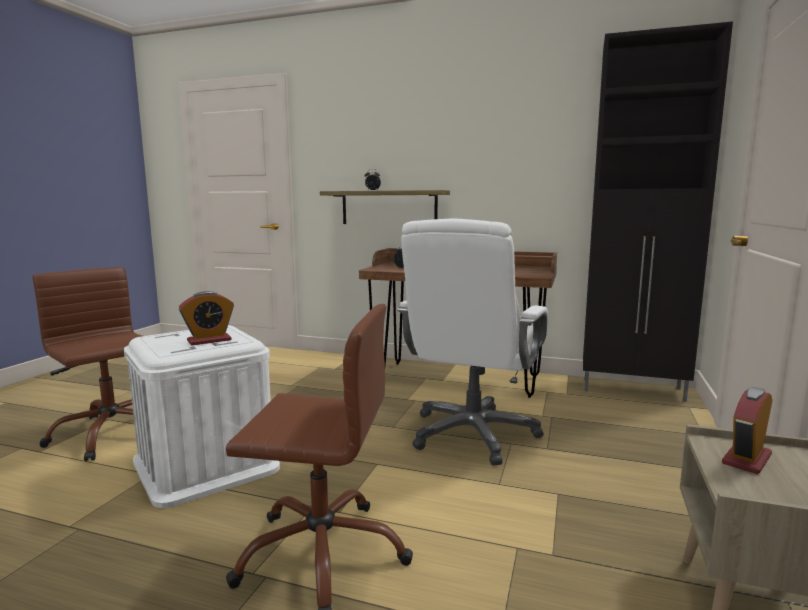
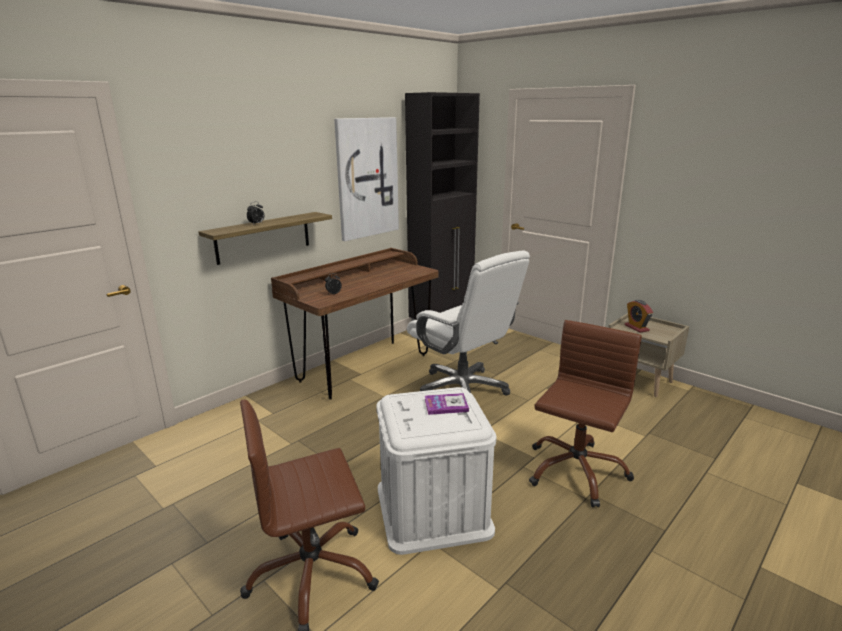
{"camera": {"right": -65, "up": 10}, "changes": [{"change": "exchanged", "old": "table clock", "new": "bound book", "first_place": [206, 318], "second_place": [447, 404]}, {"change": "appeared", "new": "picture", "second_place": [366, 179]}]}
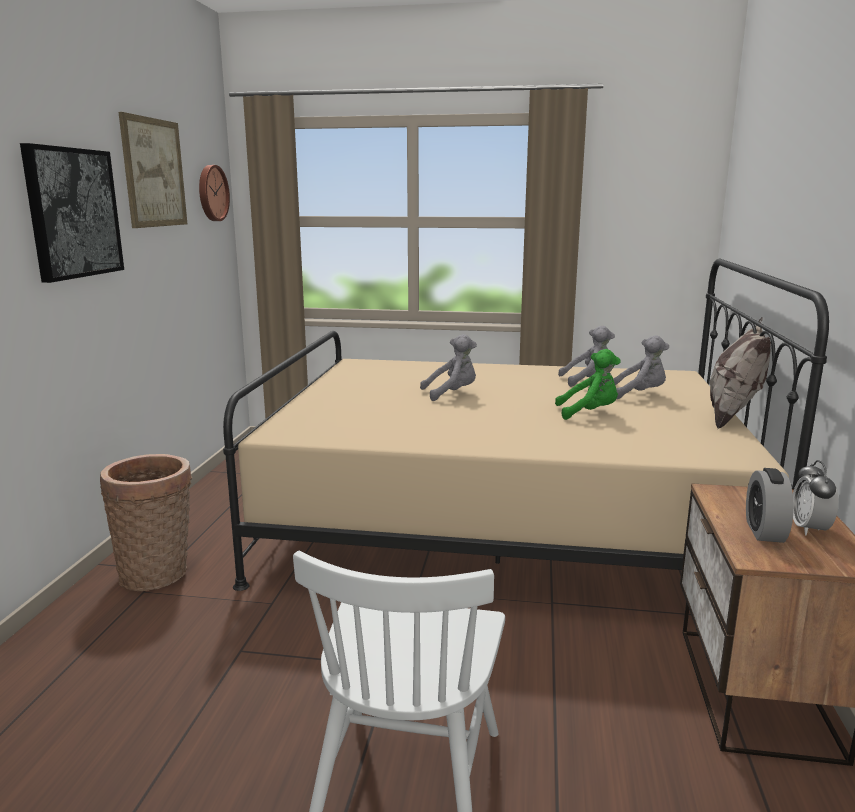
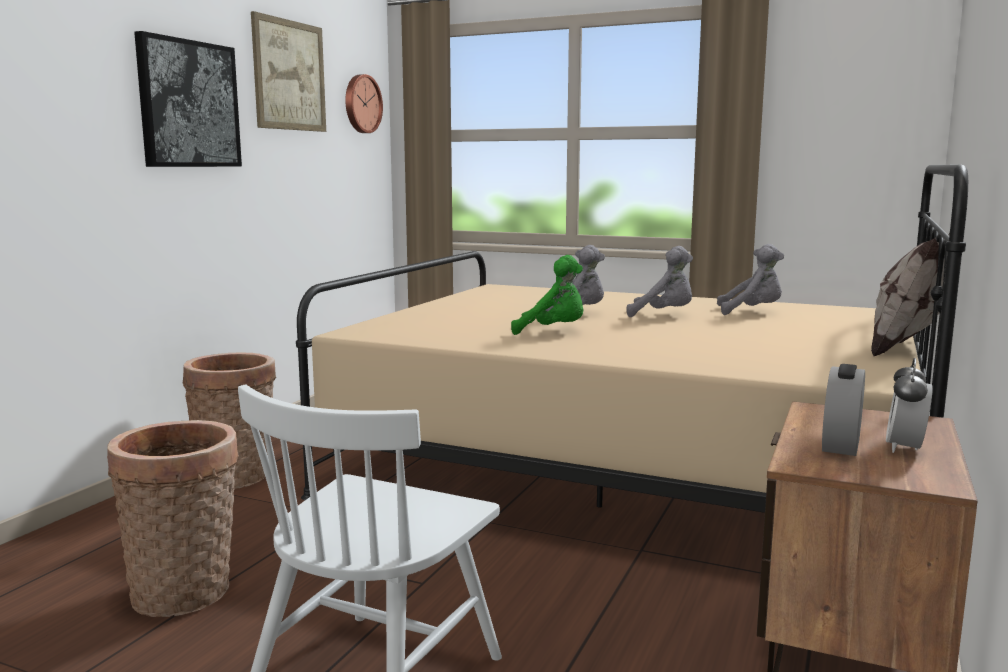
{"camera": {"right": 15, "up": -5}, "changes": [{"change": "relocated", "old": "grey cuddly toy", "first_place": [641, 367], "second_place": [660, 281]}, {"change": "relocated", "old": "green-coloured cuddly toy", "first_place": [588, 384], "second_place": [547, 295]}, {"change": "appeared", "new": "household basket", "second_place": [173, 518]}]}
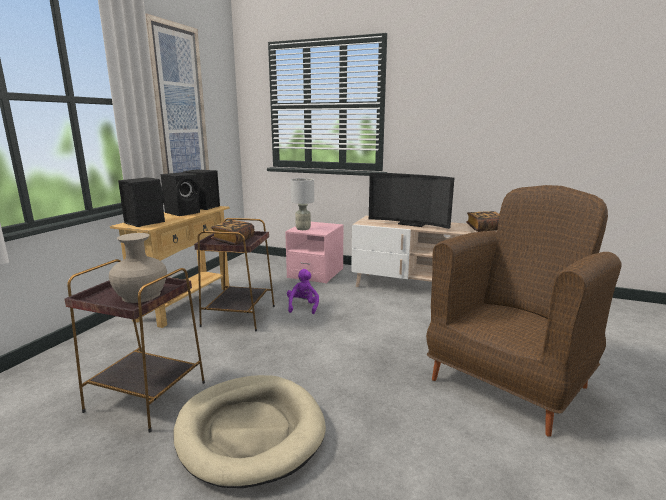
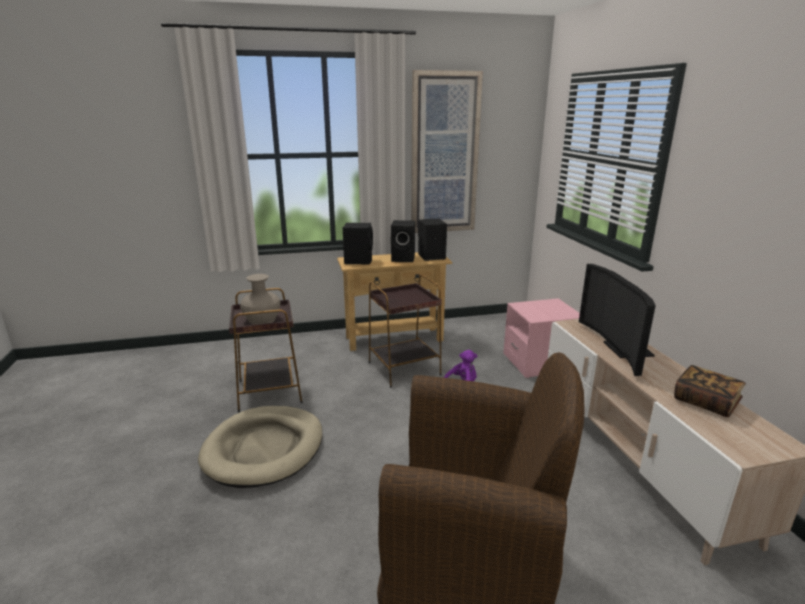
{"camera": {"right": 55, "up": 5}, "changes": [{"change": "missing", "old": "grey lamp for a table", "first_place": [302, 204]}, {"change": "missing", "old": "bound book", "first_place": [232, 232]}]}
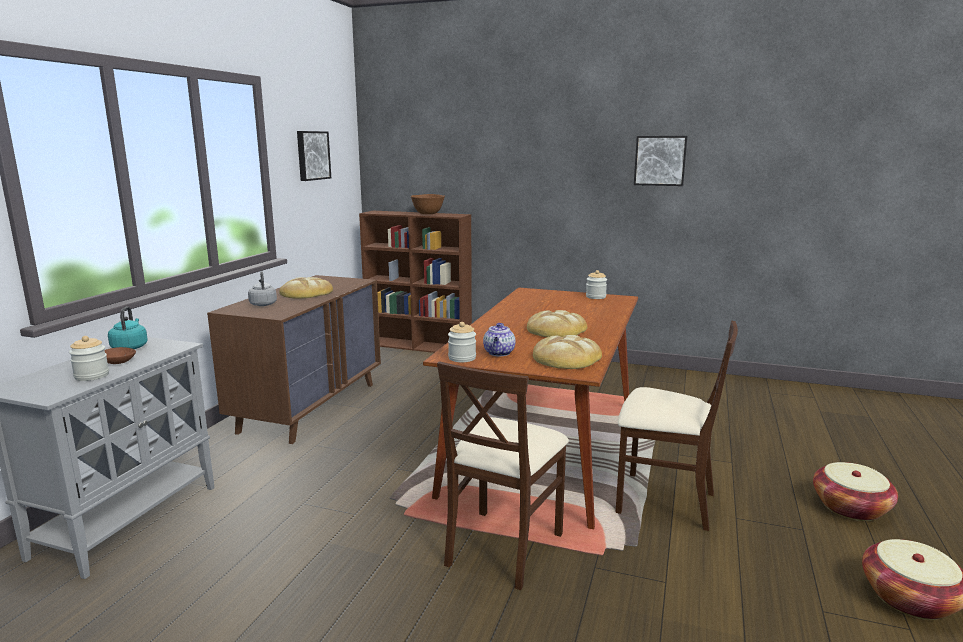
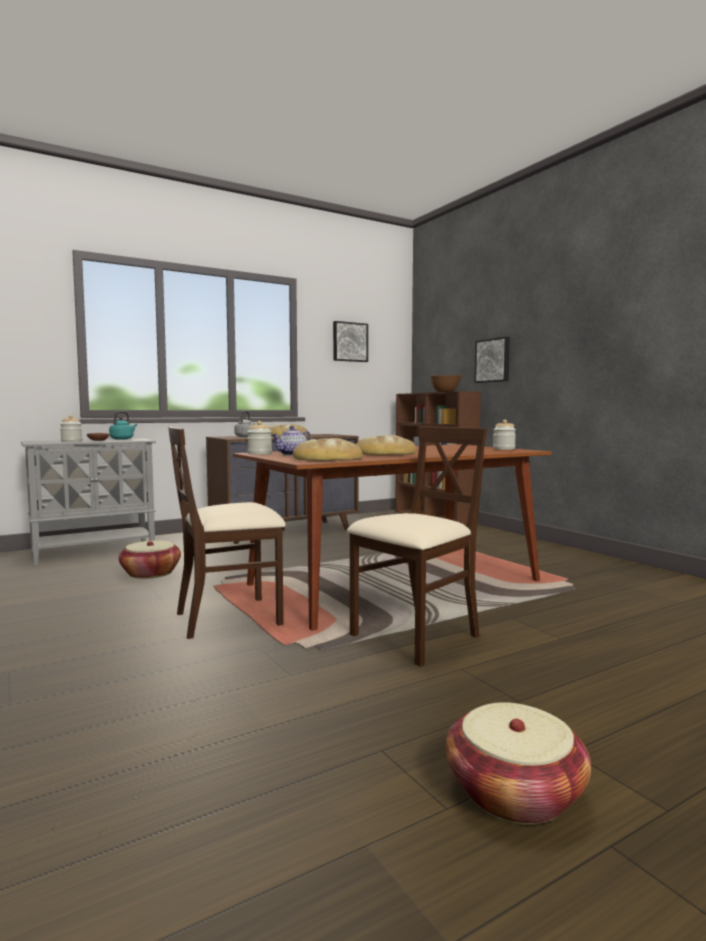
{"camera": {"right": 40, "up": -10}, "changes": [{"change": "relocated", "old": "picture", "first_place": [660, 161], "second_place": [492, 360]}, {"change": "spun", "old": "sand-coloured upright chair", "first_place": [676, 426], "second_place": [417, 546], "degrees": -105}, {"change": "relocated", "old": "household basket", "first_place": [855, 491], "second_place": [150, 559]}]}
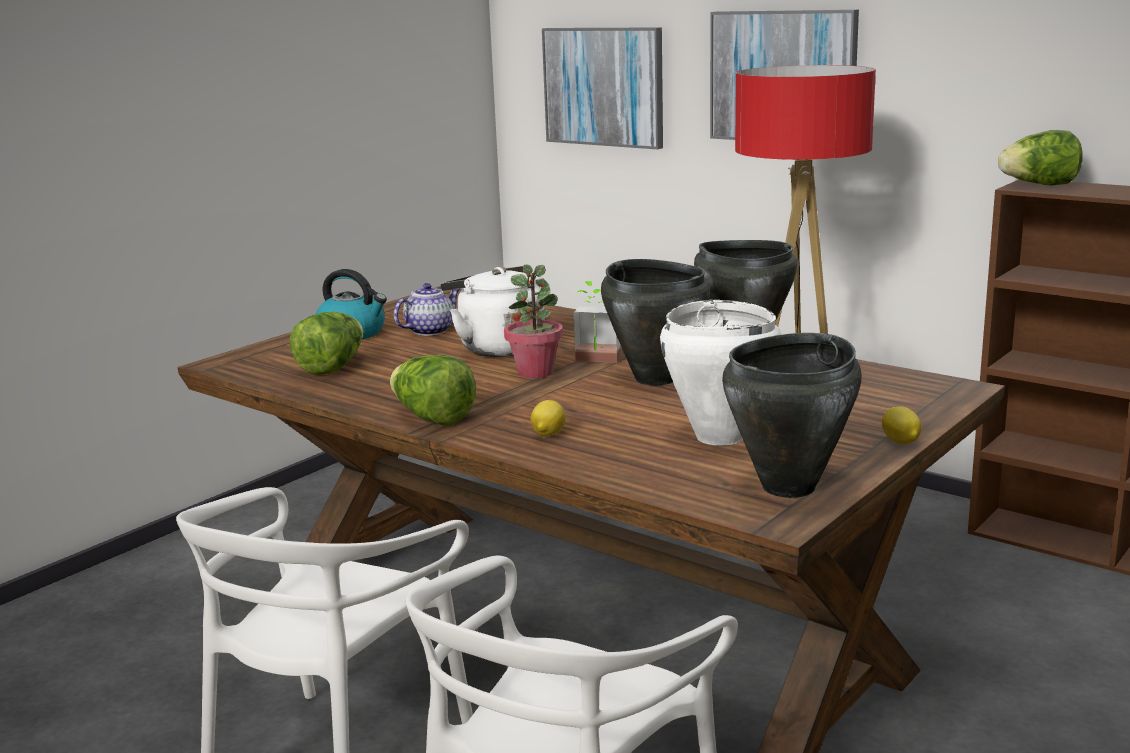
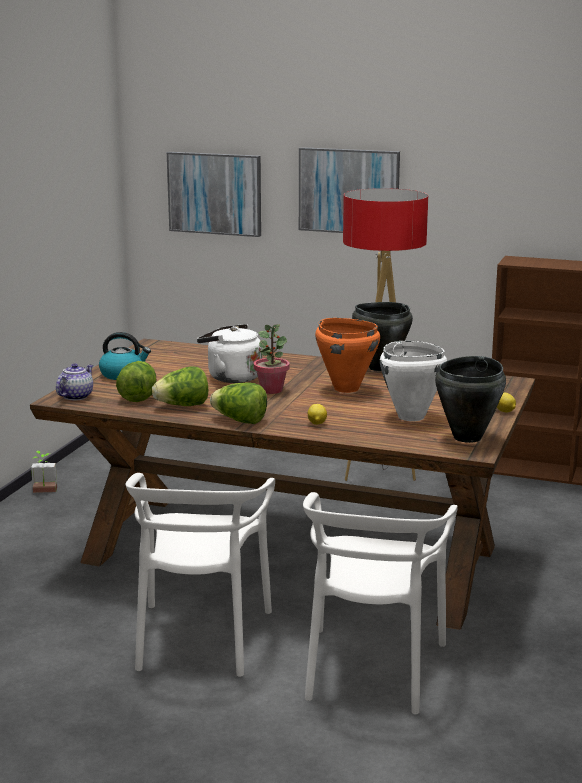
{"camera": {"right": -20, "up": 0}, "changes": [{"change": "relocated", "old": "lettuce", "first_place": [1040, 157], "second_place": [180, 386]}, {"change": "colour", "old": "black saucepot", "new": "orangey saucepot", "first_place": [655, 322], "second_place": [347, 355]}, {"change": "relocated", "old": "plant in a pot", "first_place": [598, 322], "second_place": [44, 472]}, {"change": "relocated", "old": "tea pot", "first_place": [427, 309], "second_place": [74, 381]}]}
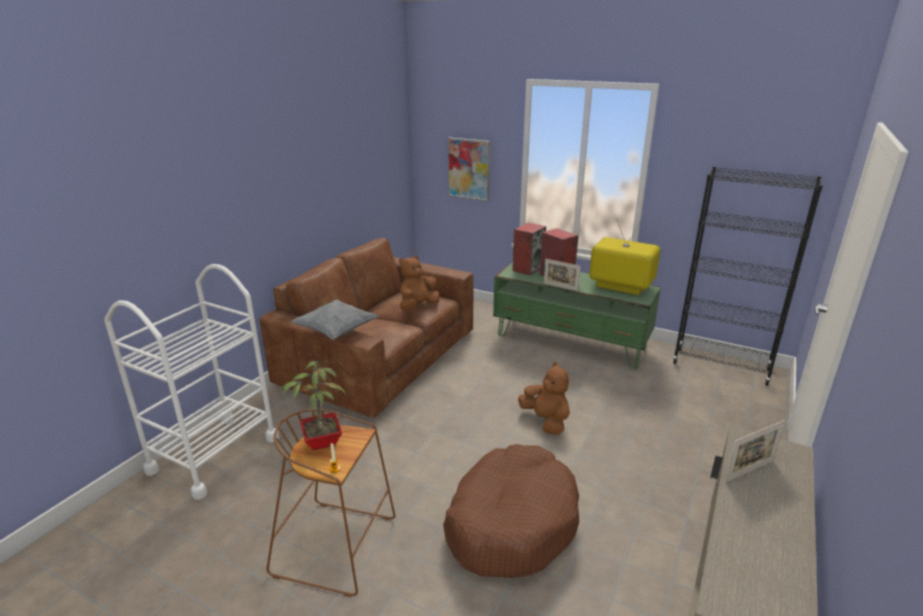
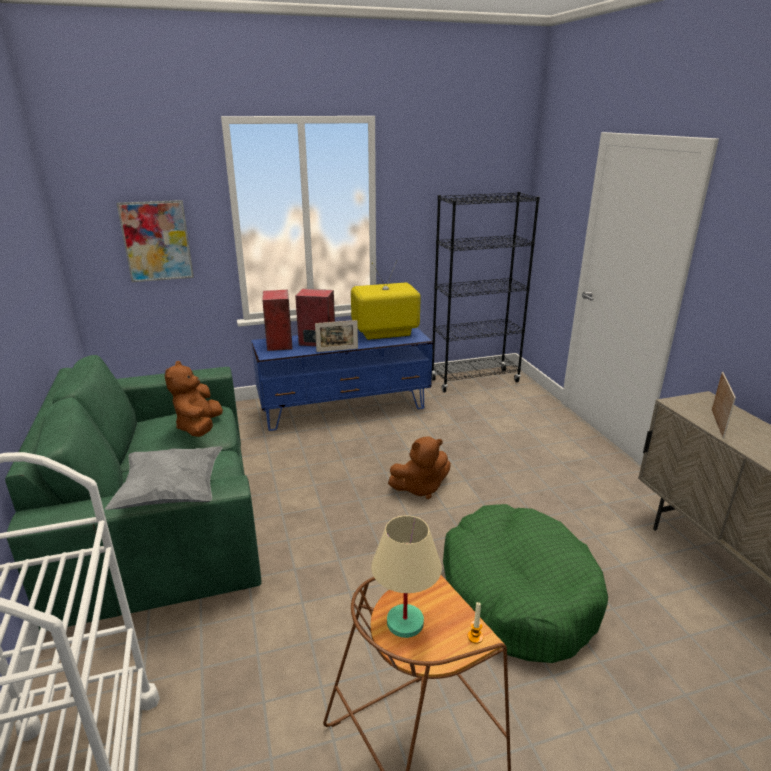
{"camera": {"right": -45, "up": 0}, "changes": [{"change": "colour", "old": "brownish settee", "new": "green-coloured settee", "first_place": [366, 328], "second_place": [133, 493]}, {"change": "colour", "old": "green-coloured tv unit", "new": "blue-coloured tv unit", "first_place": [577, 315], "second_place": [342, 379]}, {"change": "exchanged", "old": "plant in a pot", "new": "sand-coloured lamp for a table", "first_place": [314, 401], "second_place": [406, 576]}, {"change": "spun", "old": "brownish cuddly toy", "first_place": [544, 398], "second_place": [419, 467], "degrees": 150}, {"change": "colour", "old": "brownish pet bed", "new": "green-coloured pet bed", "first_place": [511, 511], "second_place": [525, 583]}]}
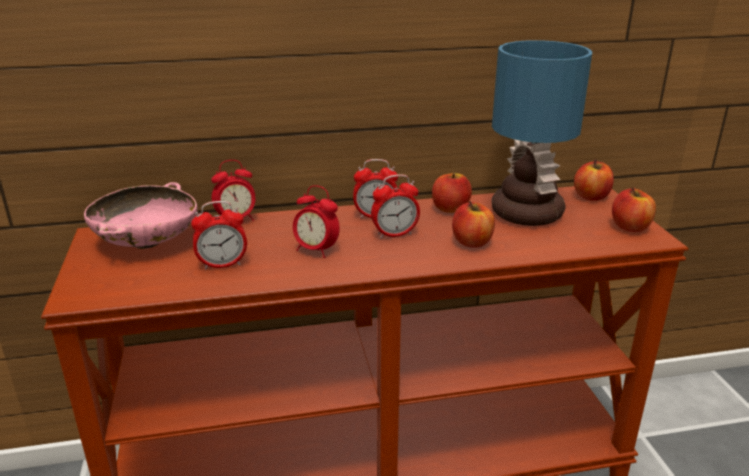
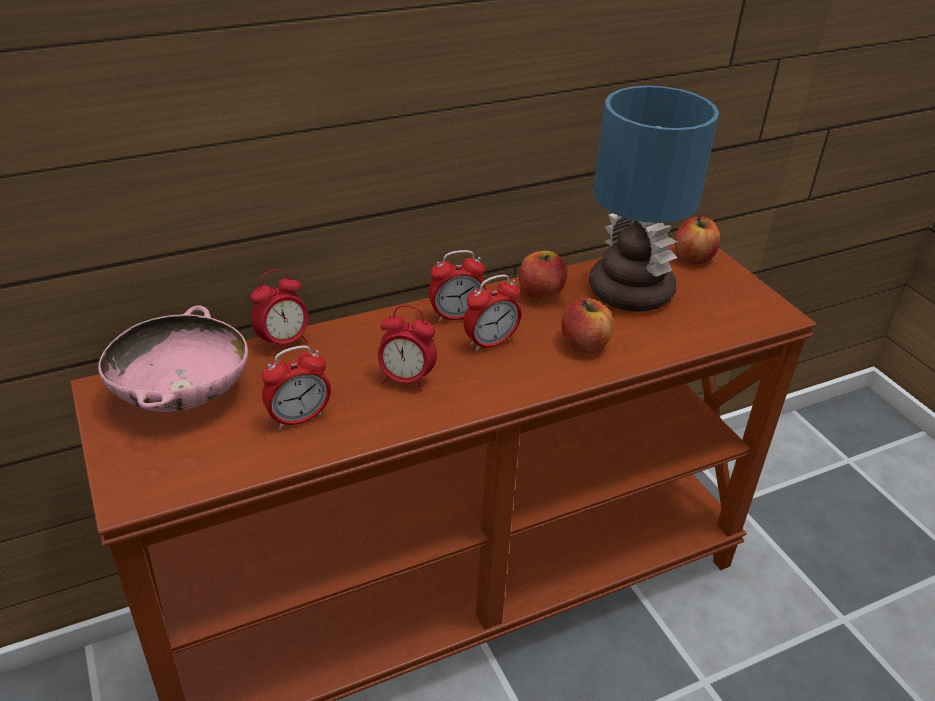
{"camera": {"right": -15, "up": 10}, "changes": [{"change": "missing", "old": "apple", "first_place": [634, 210]}]}
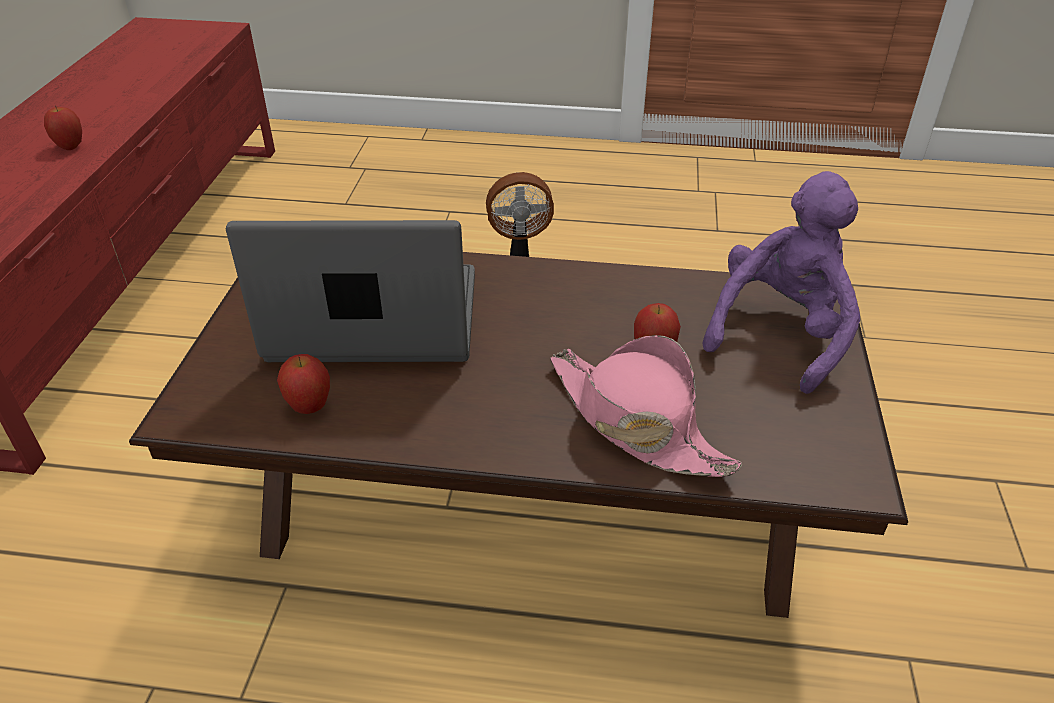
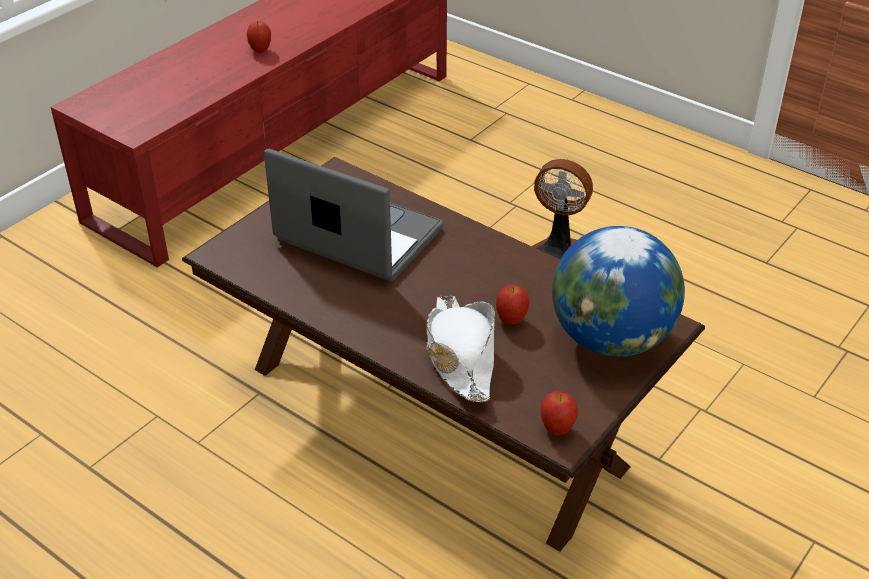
{"camera": {"right": 30, "up": 0}, "changes": [{"change": "exchanged", "old": "purple cuddly toy", "new": "desk globe", "first_place": [781, 282], "second_place": [618, 291]}, {"change": "colour", "old": "pink-coloured clothing hat", "new": "white-coloured clothing hat", "first_place": [646, 406], "second_place": [460, 348]}, {"change": "relocated", "old": "apple", "first_place": [303, 384], "second_place": [559, 413]}]}
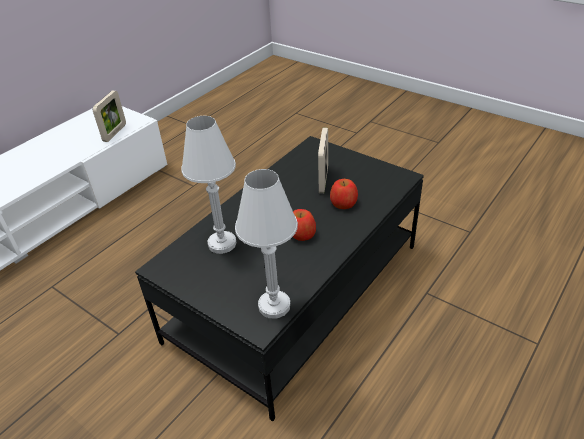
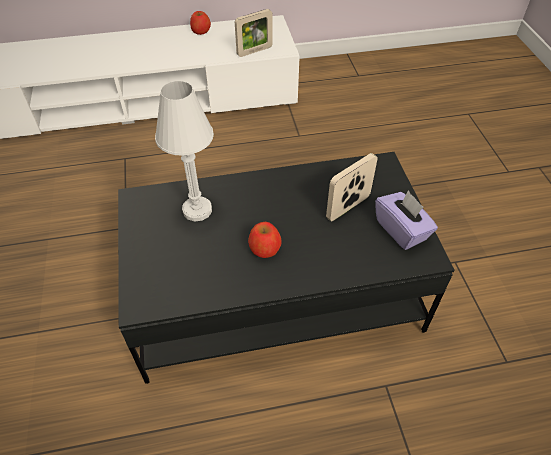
{"camera": {"right": 40, "up": 10}, "changes": [{"change": "missing", "old": "white-coloured lamp for a table", "first_place": [266, 244]}, {"change": "relocated", "old": "apple", "first_place": [344, 194], "second_place": [200, 23]}, {"change": "appeared", "new": "purple tissue holder", "second_place": [406, 220]}]}
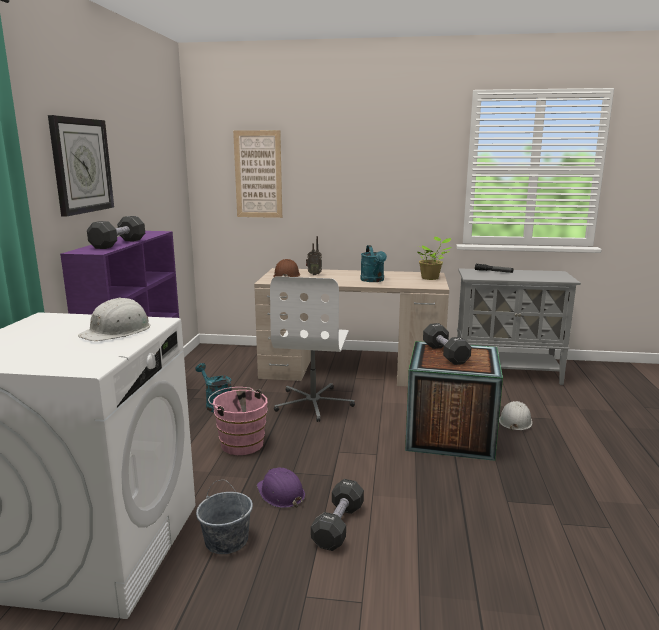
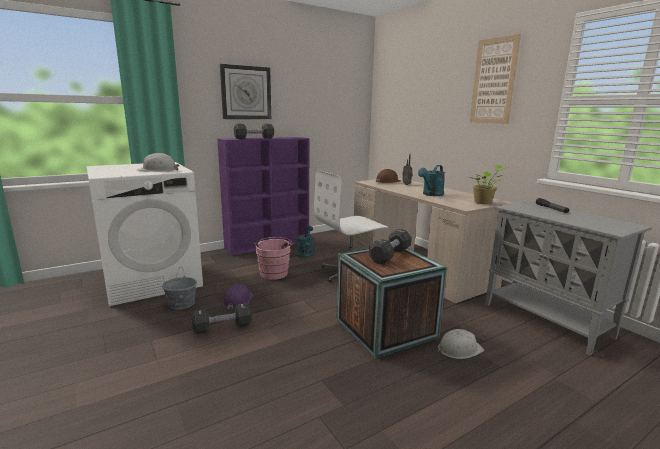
{"camera": {"right": 50, "up": 0}, "changes": [{"change": "relocated", "old": "picture", "first_place": [257, 174], "second_place": [495, 79]}]}
